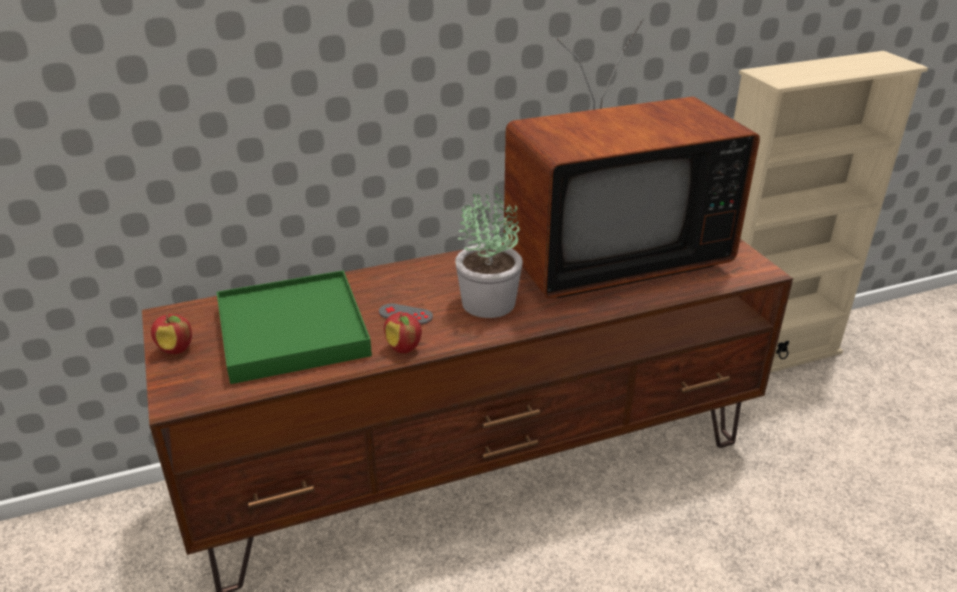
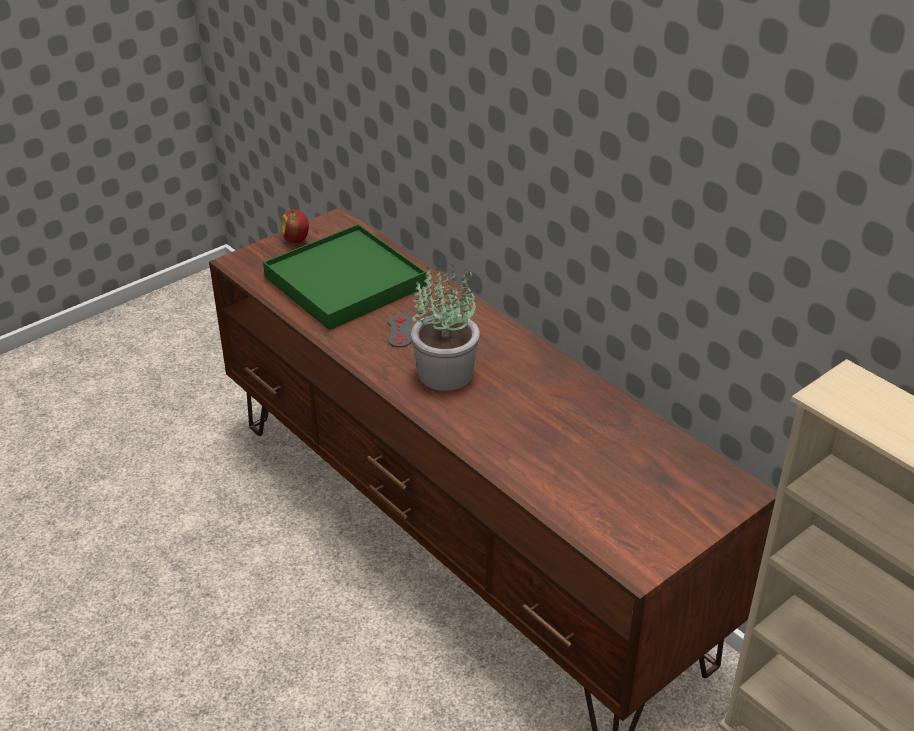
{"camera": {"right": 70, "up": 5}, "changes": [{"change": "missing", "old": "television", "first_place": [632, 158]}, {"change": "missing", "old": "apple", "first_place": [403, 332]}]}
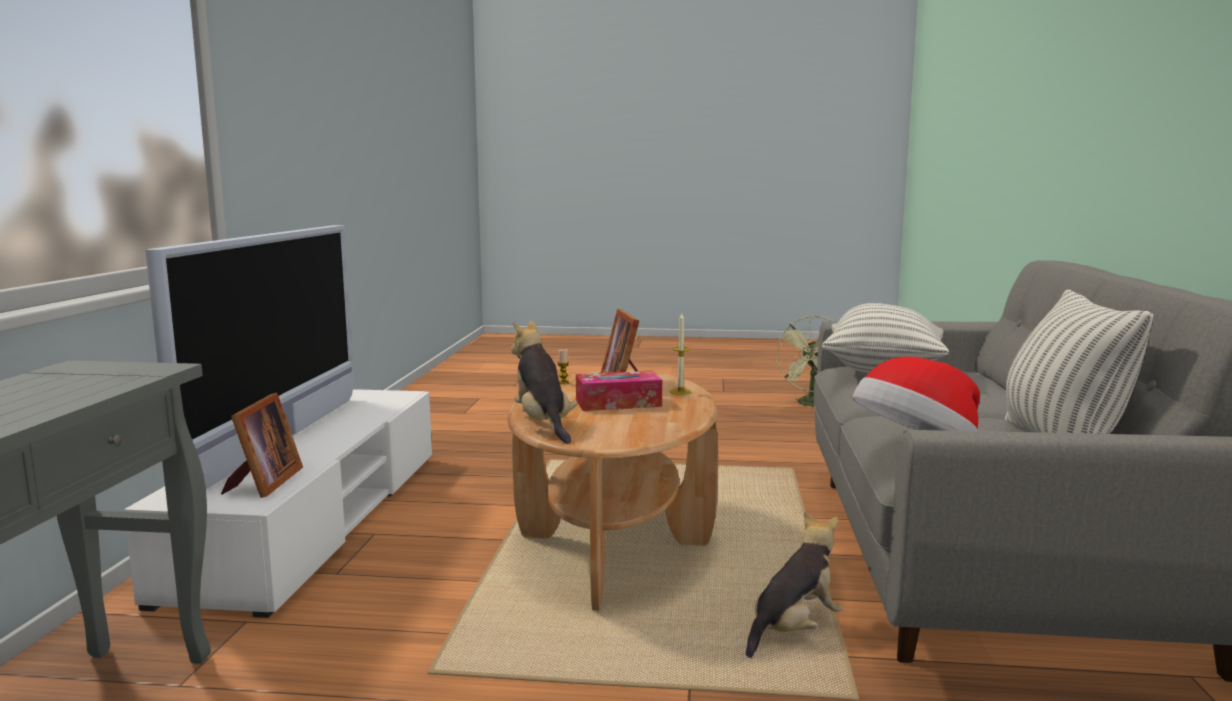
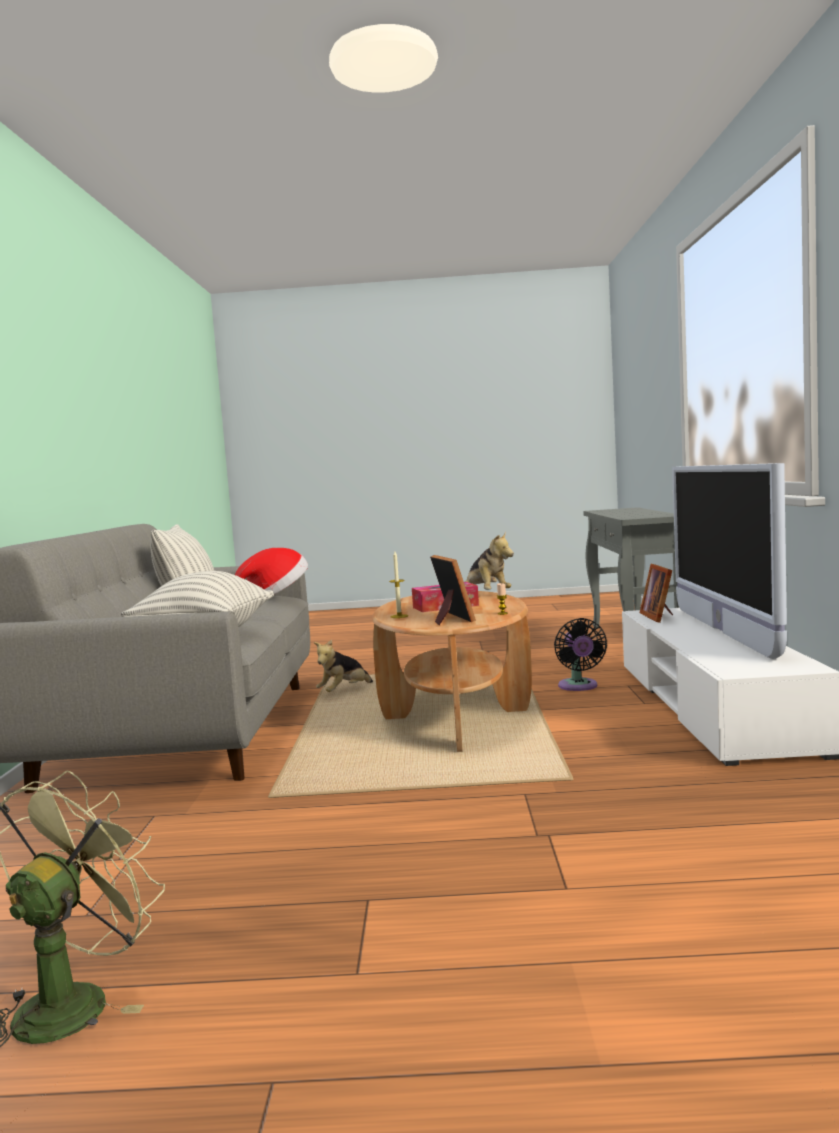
{"camera": {"right": 175, "up": -5}, "changes": [{"change": "appeared", "new": "black fan", "second_place": [580, 654]}]}
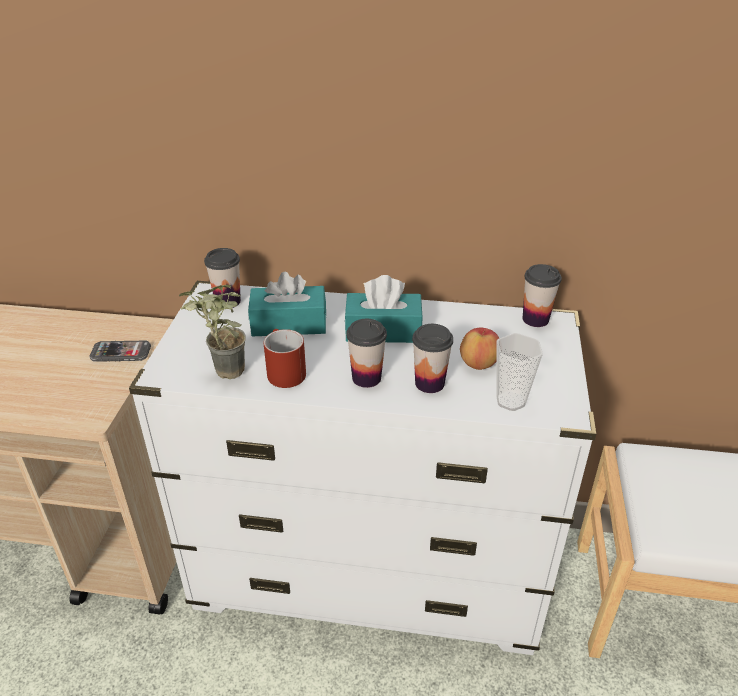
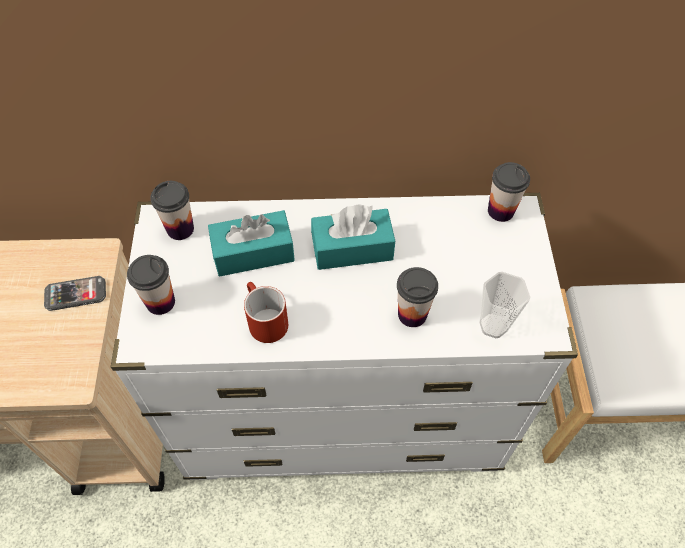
{"camera": {"right": -10, "up": 20}, "changes": [{"change": "missing", "old": "plant in a pot", "first_place": [212, 332]}, {"change": "relocated", "old": "small cup", "first_place": [366, 353], "second_place": [151, 285]}, {"change": "missing", "old": "apple", "first_place": [479, 349]}]}
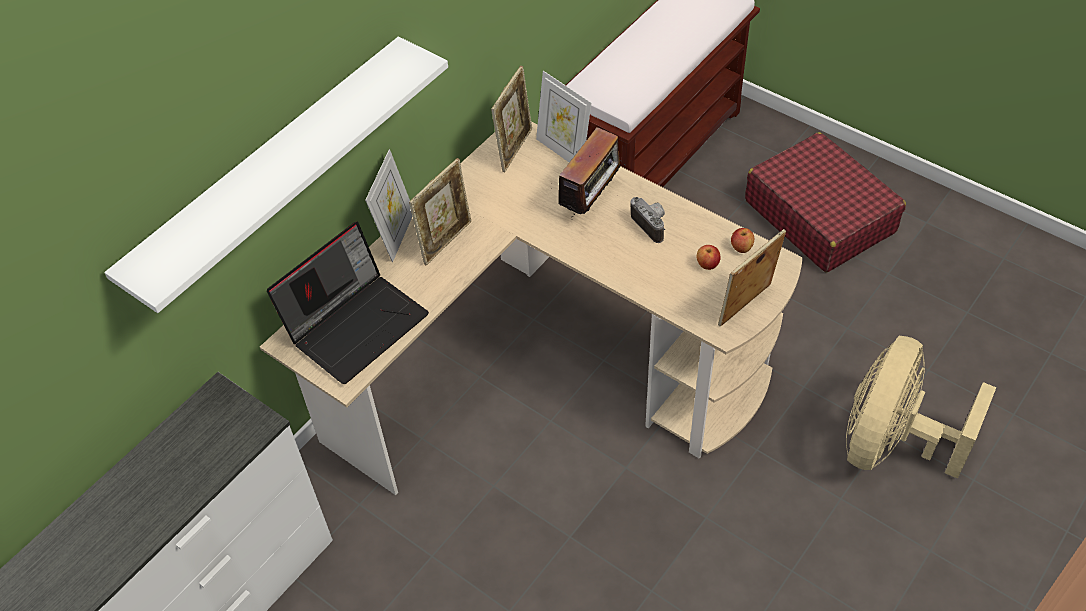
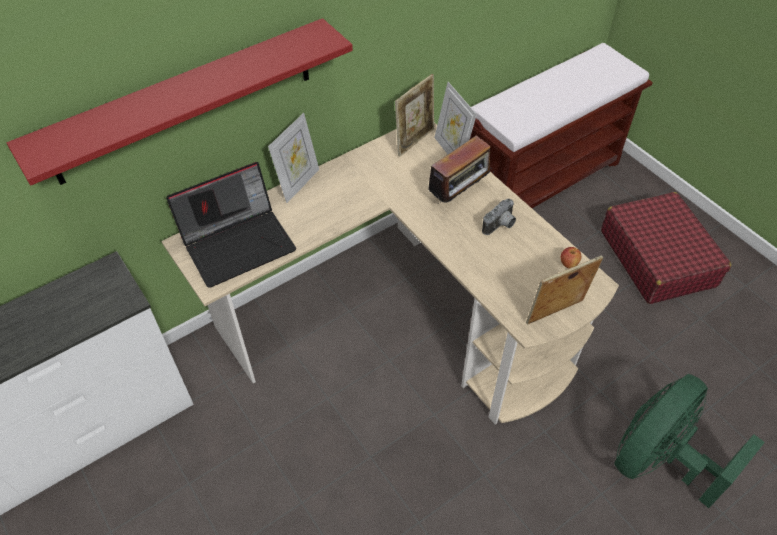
{"camera": {"right": 15, "up": 0}, "changes": [{"change": "colour", "old": "white-coloured wall shelf", "new": "red wall shelf", "first_place": [276, 174], "second_place": [180, 101]}, {"change": "missing", "old": "photo frame", "first_place": [440, 212]}, {"change": "spun", "old": "photo camera", "first_place": [647, 220], "second_place": [499, 216], "degrees": 60}, {"change": "missing", "old": "apple", "first_place": [708, 257]}, {"change": "colour", "old": "sand-coloured fan", "new": "green-coloured fan", "first_place": [921, 407], "second_place": [689, 441]}]}
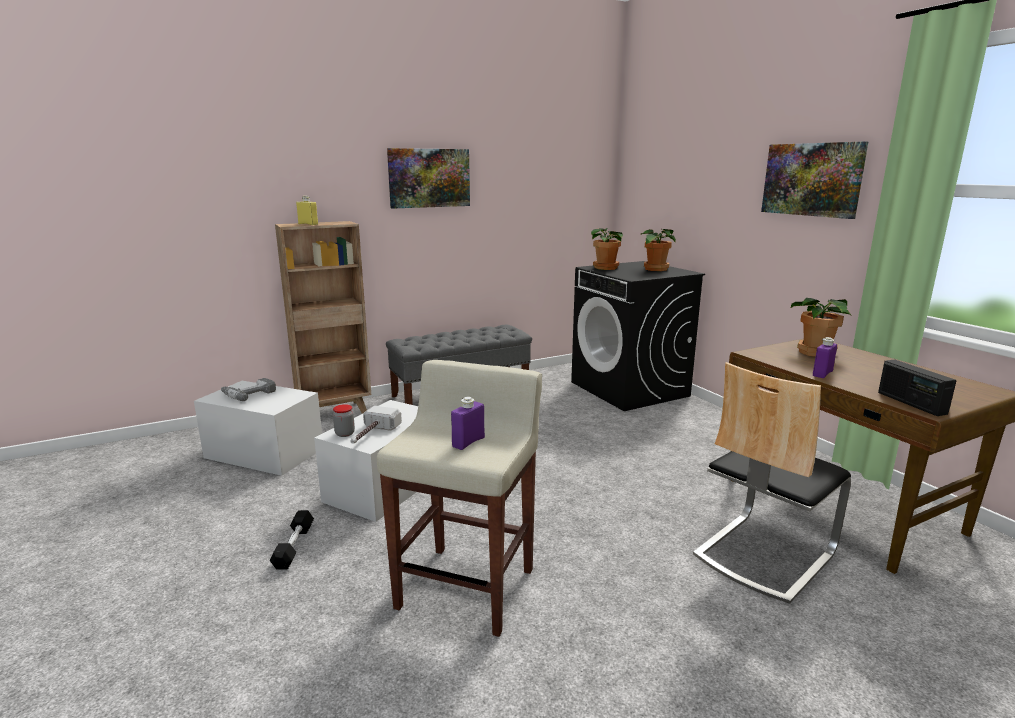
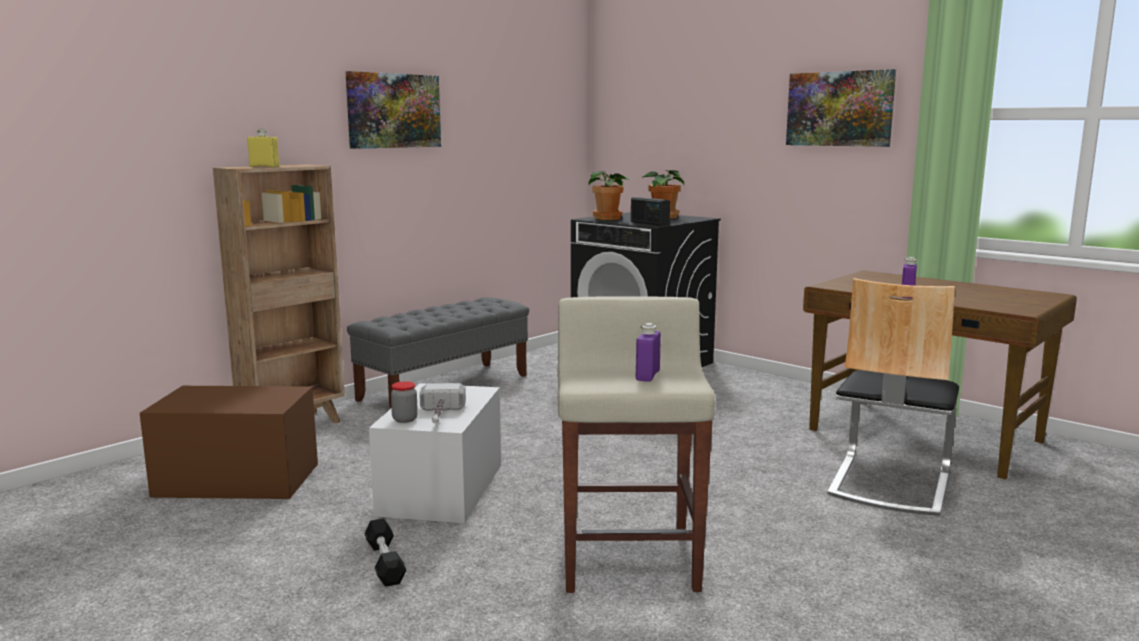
{"camera": {"right": -20, "up": -5}, "changes": [{"change": "missing", "old": "plant in a pot", "first_place": [821, 327]}, {"change": "relocated", "old": "radio receiver", "first_place": [917, 388], "second_place": [650, 211]}, {"change": "missing", "old": "power drill", "first_place": [248, 389]}, {"change": "colour", "old": "white-coloured storage bin", "new": "brownish storage bin", "first_place": [258, 428], "second_place": [229, 442]}]}
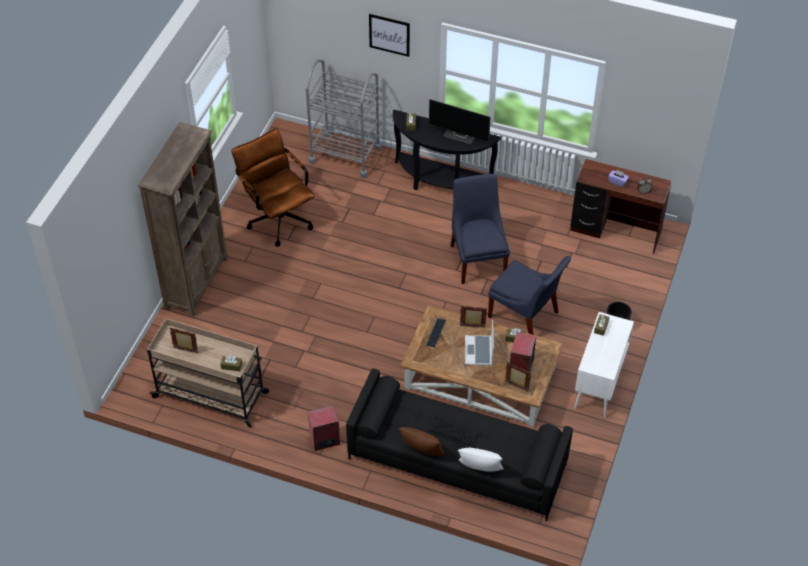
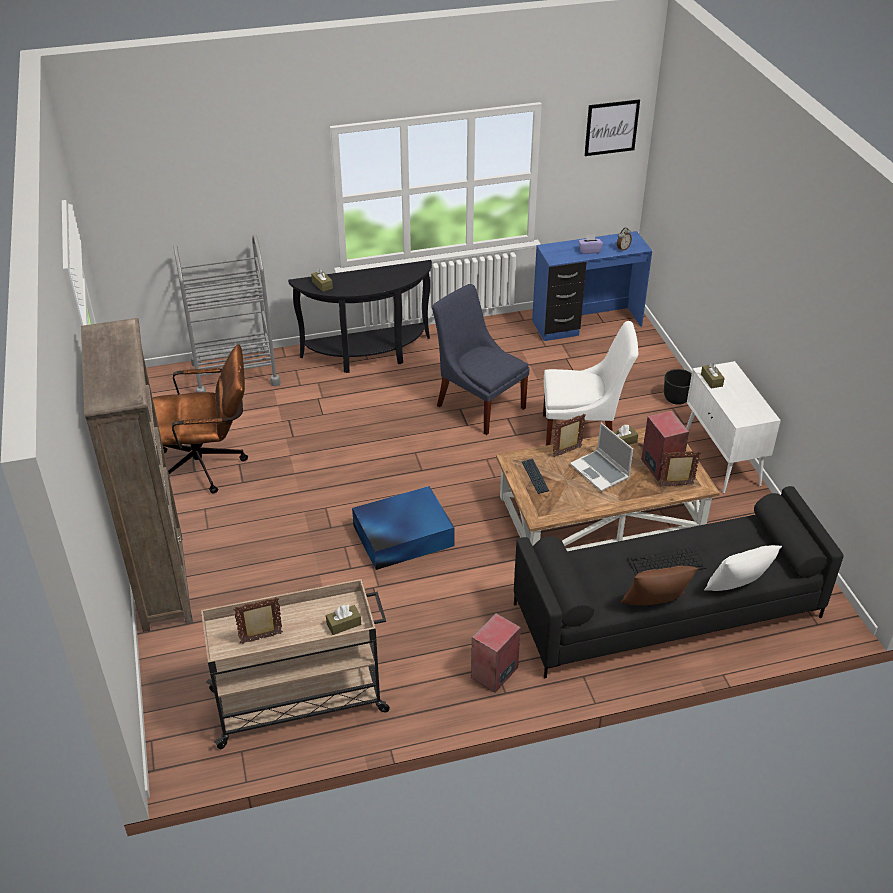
{"camera": {"right": -35, "up": -10}, "changes": [{"change": "relocated", "old": "picture", "first_place": [389, 35], "second_place": [612, 127]}, {"change": "missing", "old": "monitor", "first_place": [459, 122]}, {"change": "spun", "old": "brownish computer chair", "first_place": [273, 187], "second_place": [200, 418], "degrees": 150}, {"change": "colour", "old": "brownish desk unit", "new": "blue-coloured desk unit", "first_place": [621, 206], "second_place": [592, 286]}, {"change": "colour", "old": "blue-coloured upright chair", "new": "white-coloured upright chair", "first_place": [529, 295], "second_place": [590, 383]}, {"change": "appeared", "new": "blue-coloured storage bin", "second_place": [403, 528]}]}
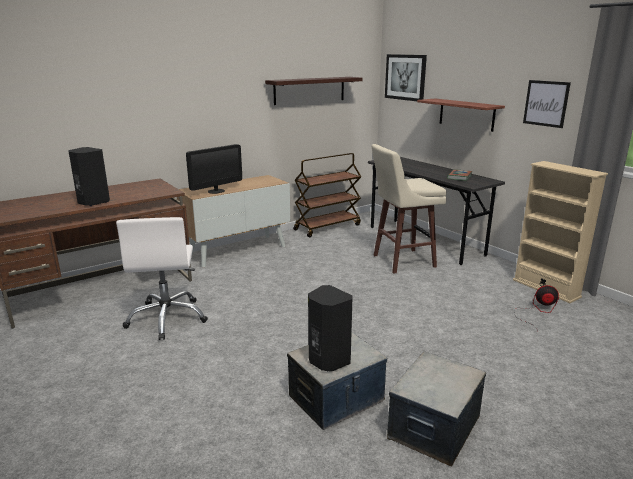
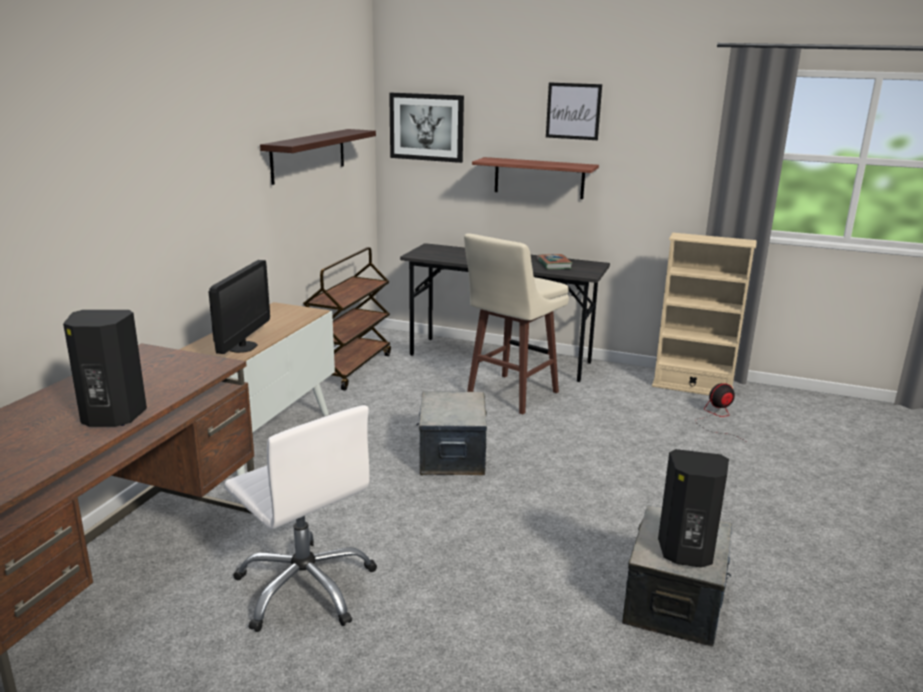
{"camera": {"right": -35, "up": 0}, "changes": [{"change": "relocated", "old": "picture", "first_place": [547, 104], "second_place": [574, 111]}, {"change": "relocated", "old": "storage bin", "first_place": [436, 408], "second_place": [452, 433]}]}
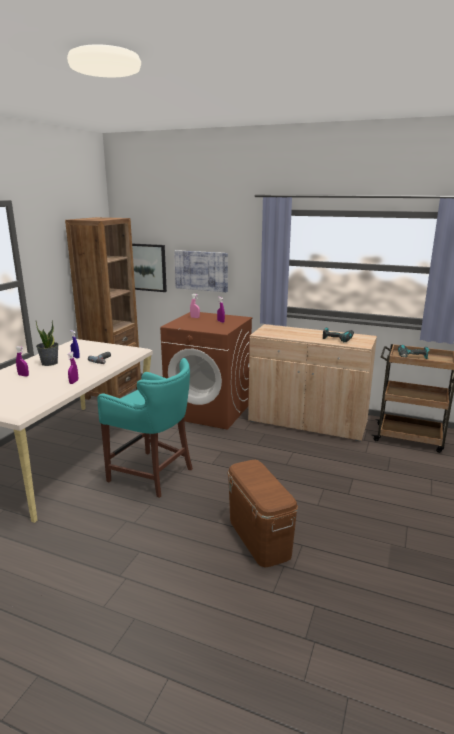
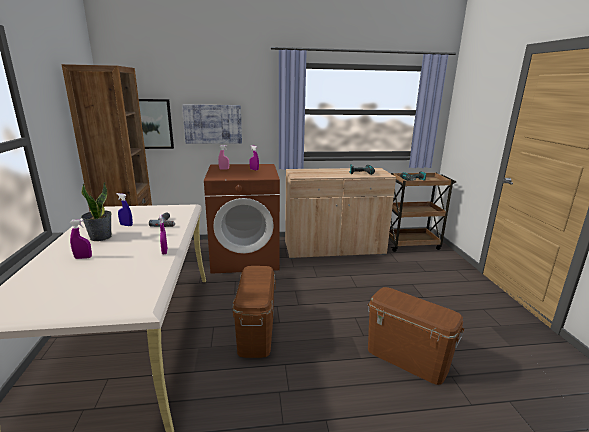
{"camera": {"right": -30, "up": 0}, "changes": [{"change": "exchanged", "old": "turquoise stool seat", "new": "brownish storage bin", "first_place": [145, 428], "second_place": [254, 312]}]}
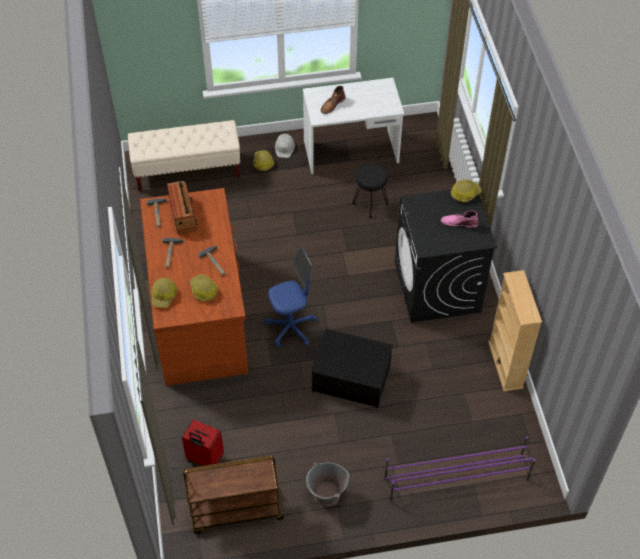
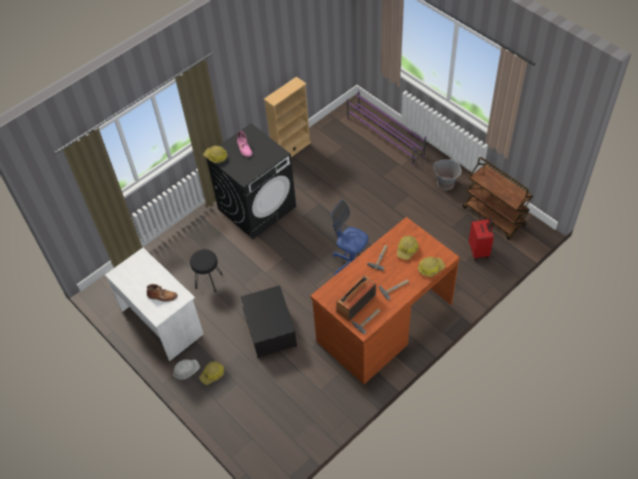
{"camera": {"right": -120, "up": 0}, "changes": [{"change": "missing", "old": "sand-coloured bench", "first_place": [184, 155]}, {"change": "relocated", "old": "storage bin", "first_place": [352, 368], "second_place": [268, 321]}]}
